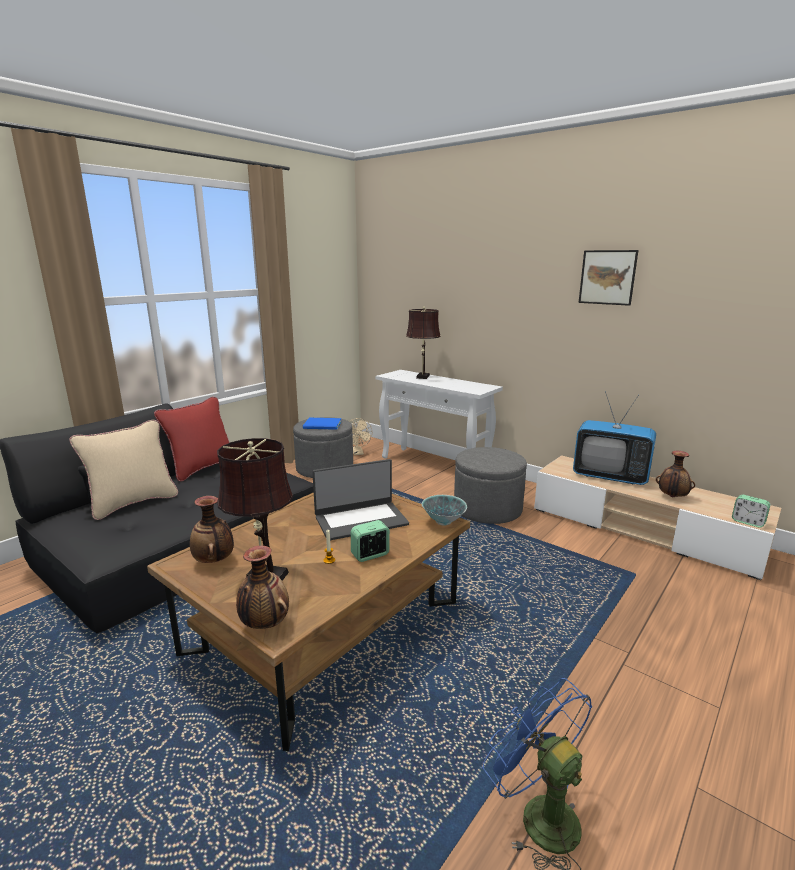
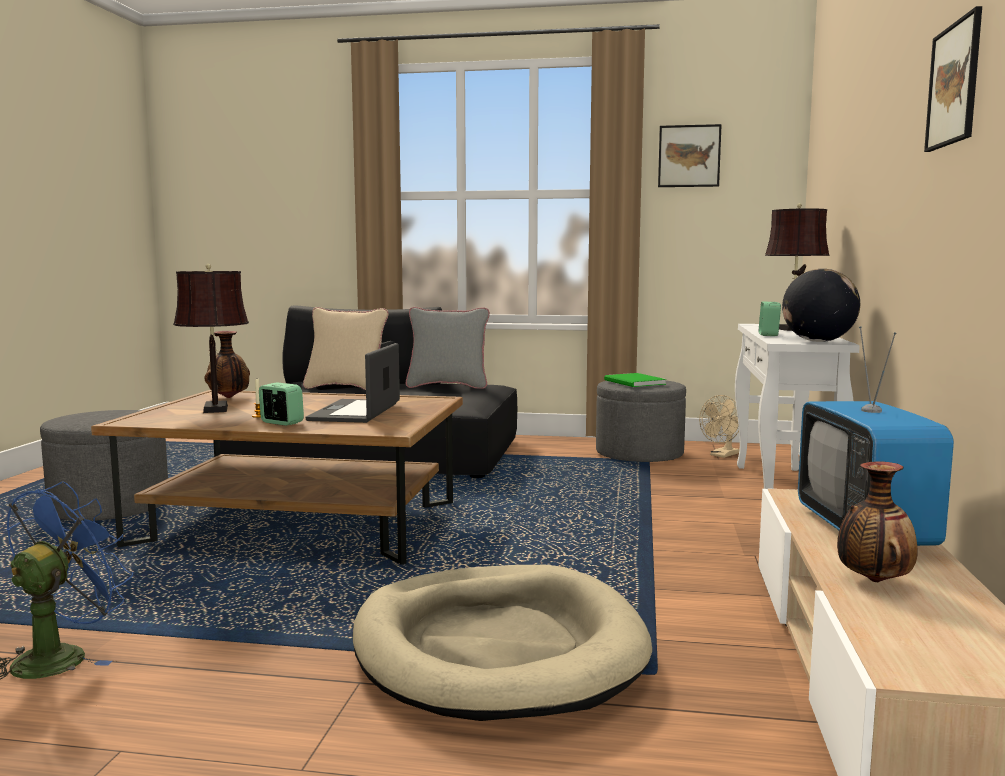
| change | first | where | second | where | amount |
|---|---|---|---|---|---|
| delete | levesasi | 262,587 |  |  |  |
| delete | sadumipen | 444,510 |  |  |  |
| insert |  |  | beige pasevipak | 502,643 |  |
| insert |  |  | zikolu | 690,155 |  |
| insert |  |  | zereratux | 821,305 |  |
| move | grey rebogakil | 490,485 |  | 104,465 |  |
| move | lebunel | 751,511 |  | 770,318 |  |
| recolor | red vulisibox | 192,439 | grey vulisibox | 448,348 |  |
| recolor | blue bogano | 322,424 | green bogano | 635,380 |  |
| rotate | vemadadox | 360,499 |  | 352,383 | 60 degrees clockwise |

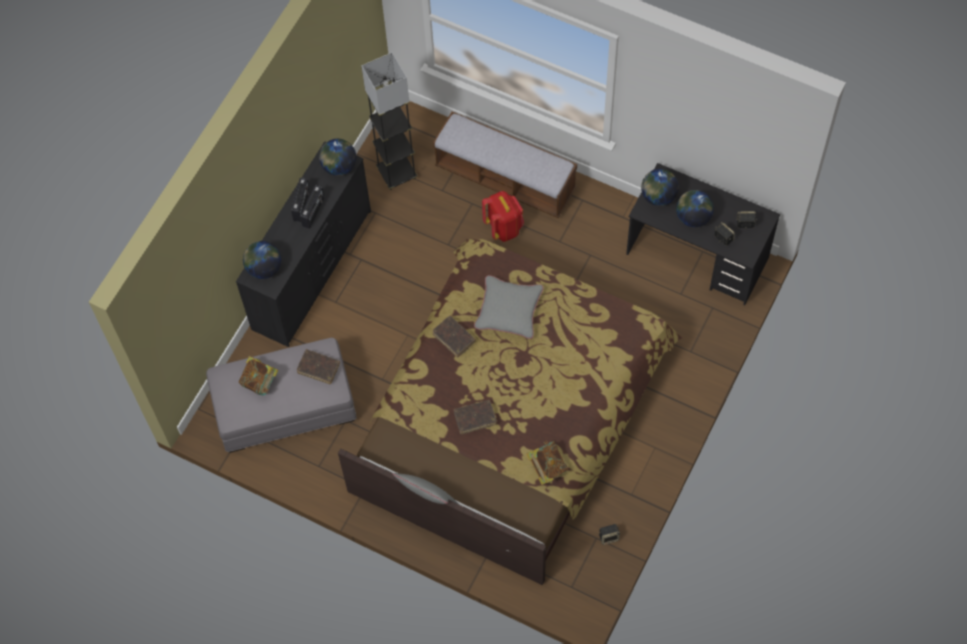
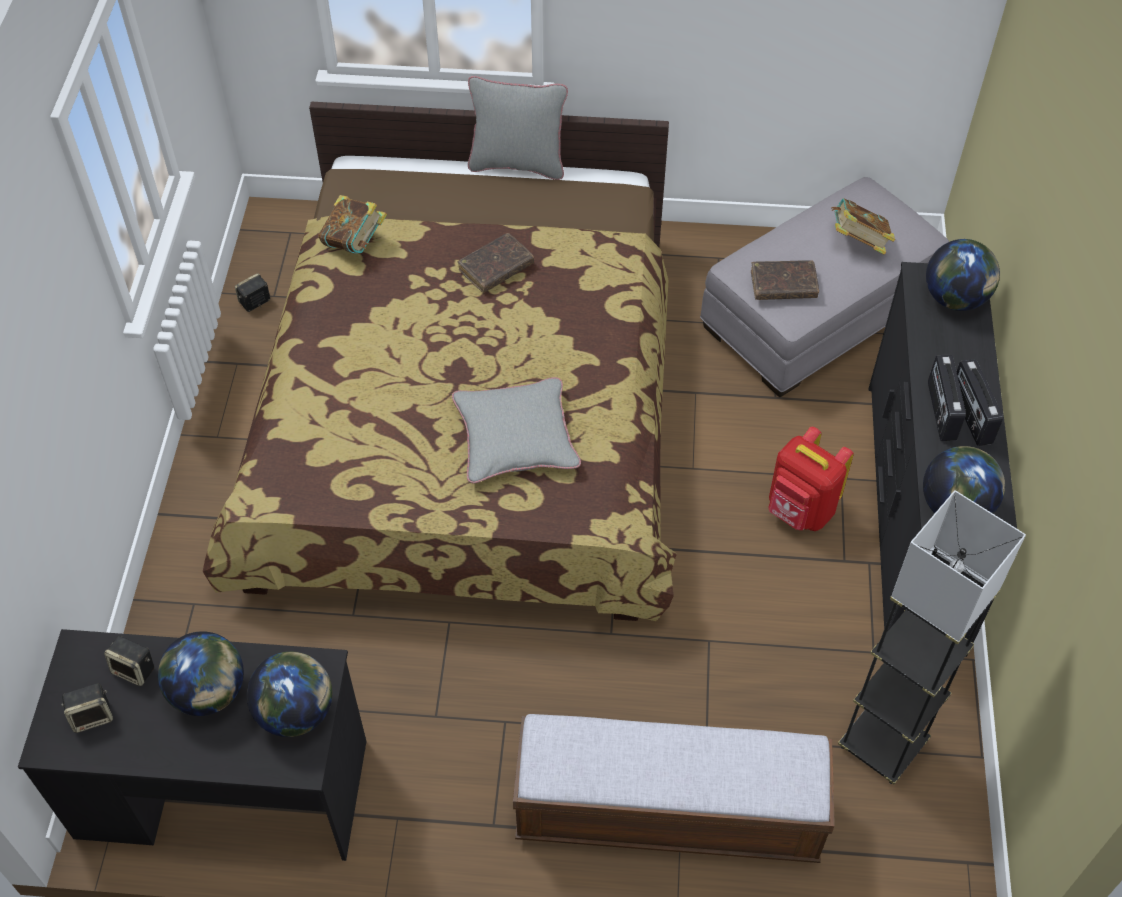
| change | first | where | second | where | amount |
|---|---|---|---|---|---|
| delete | brown bogano | 454,336 |  |  |  |
| move | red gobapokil | 503,216 |  | 811,479 |  |

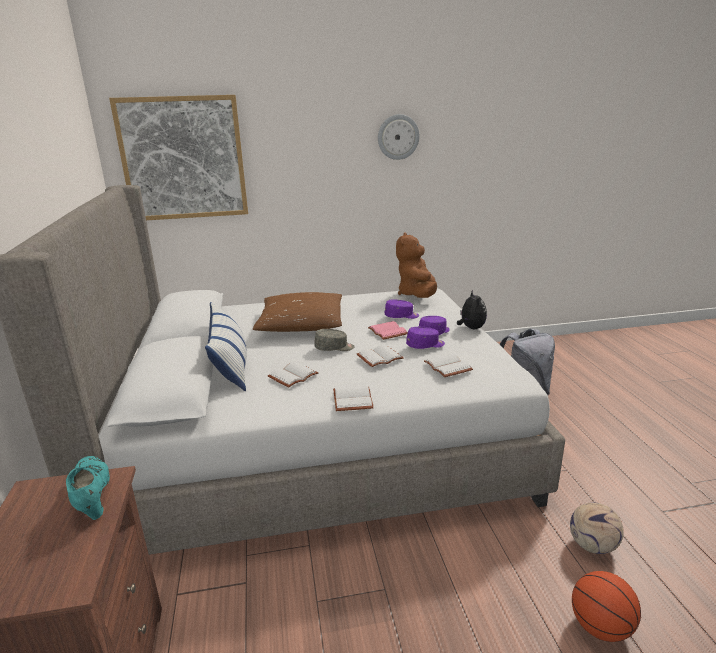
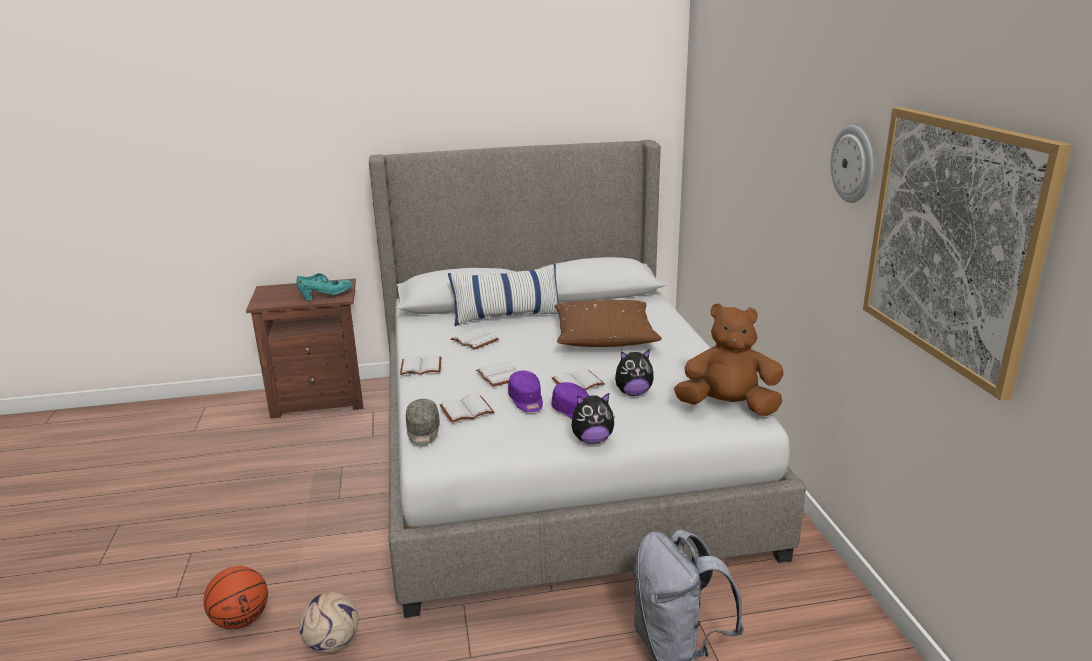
| change | first | where | second | where | amount |
|---|---|---|---|---|---|
| move | zikolu | 178,157 |  | 967,253 |  |
| move | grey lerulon | 334,340 |  | 423,422 |  |
| replace | purple lerulon | 402,309 | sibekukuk | 634,372 |  |
| recolor | pink bogano | 388,330 | white bogano | 578,379 |  |

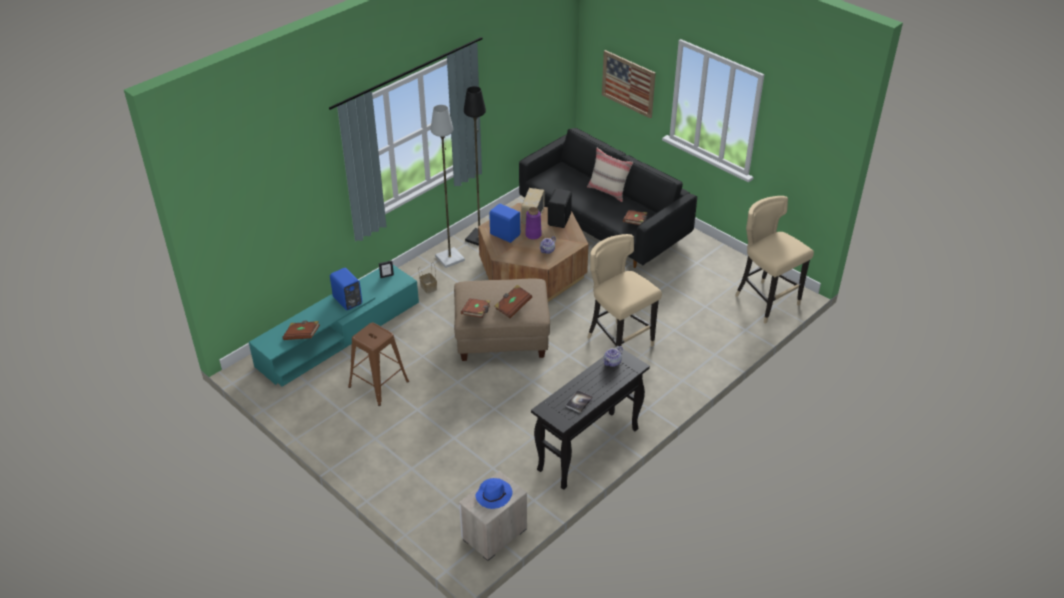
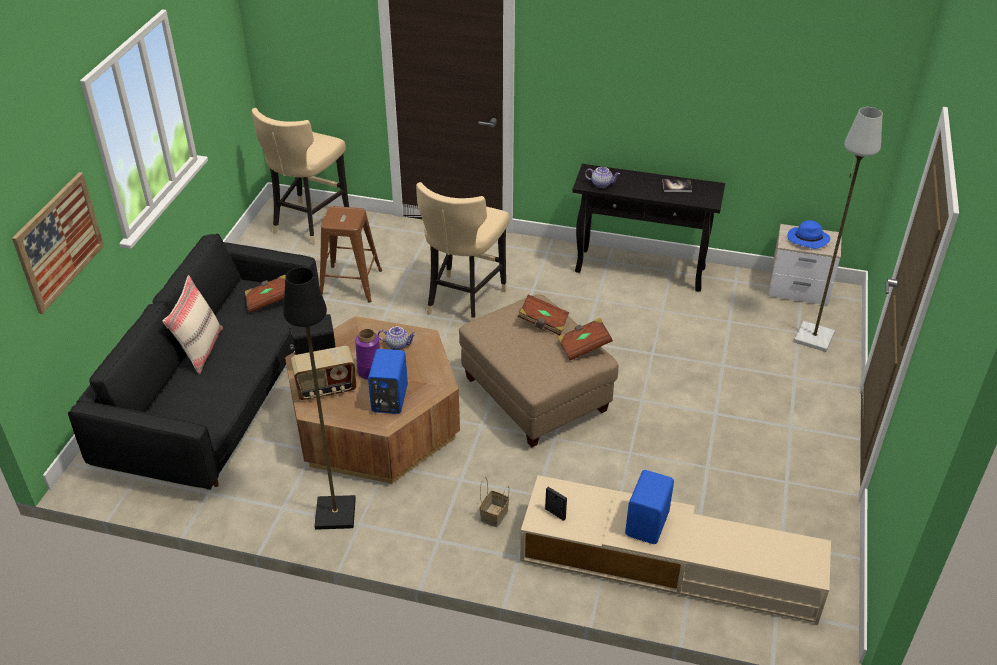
| change | first | where | second | where | amount |
|---|---|---|---|---|---|
| delete | brown bogano | 301,330 |  |  |  |
| move | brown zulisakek | 378,364 |  | 351,254 |  |
| move | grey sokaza | 448,186 |  | 838,229 |  |
| recolor | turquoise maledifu | 334,326 | beige maledifu | 675,550 |  |

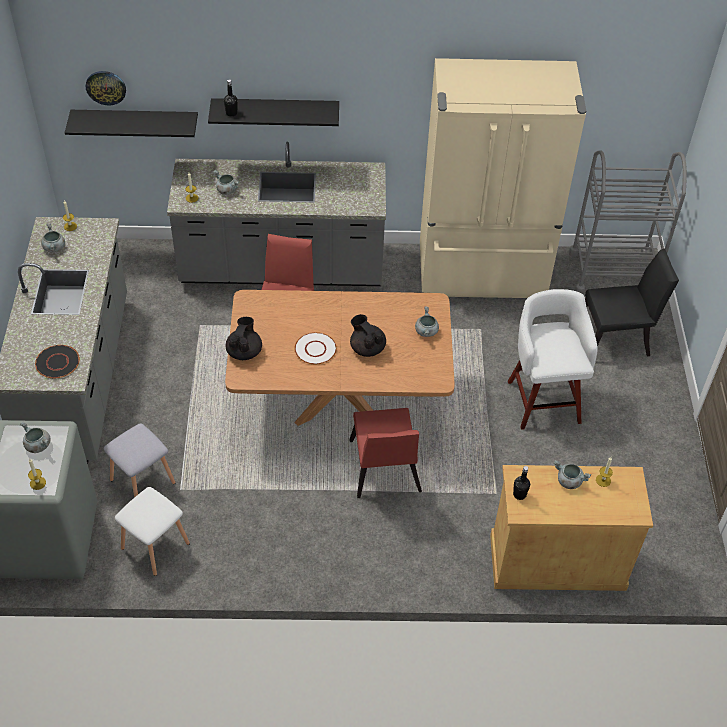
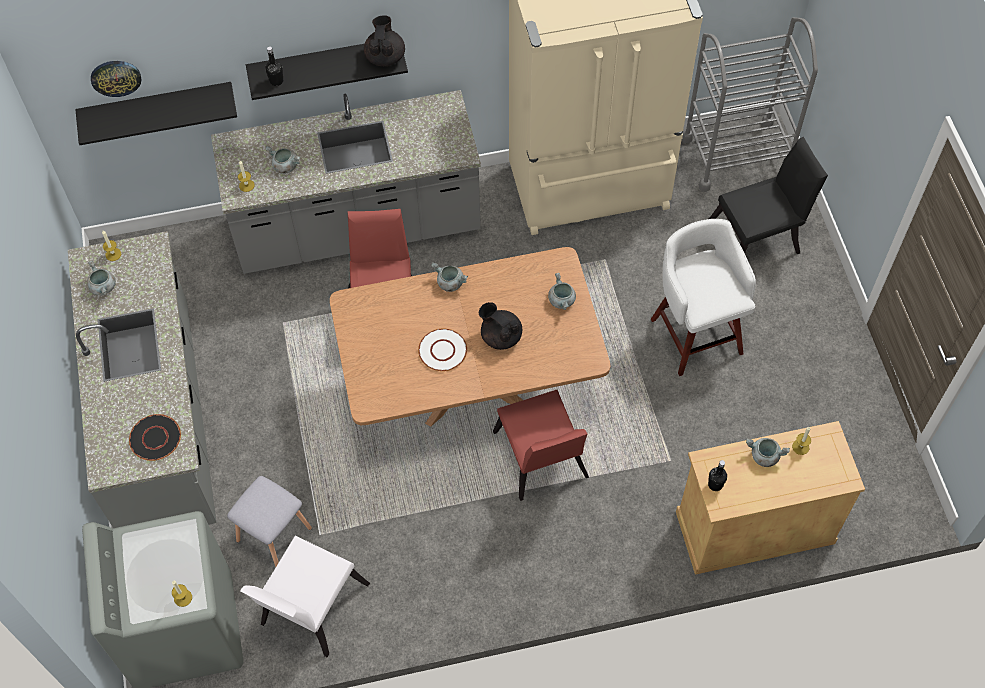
| change | first | where | second | where | amount |
|---|---|---|---|---|---|
| move | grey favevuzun | 35,437 |  | 449,277 |  |
| move | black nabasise | 244,338 |  | 384,40 |  |
| replace | white zulisakek | 152,531 | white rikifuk | 305,596 |  |

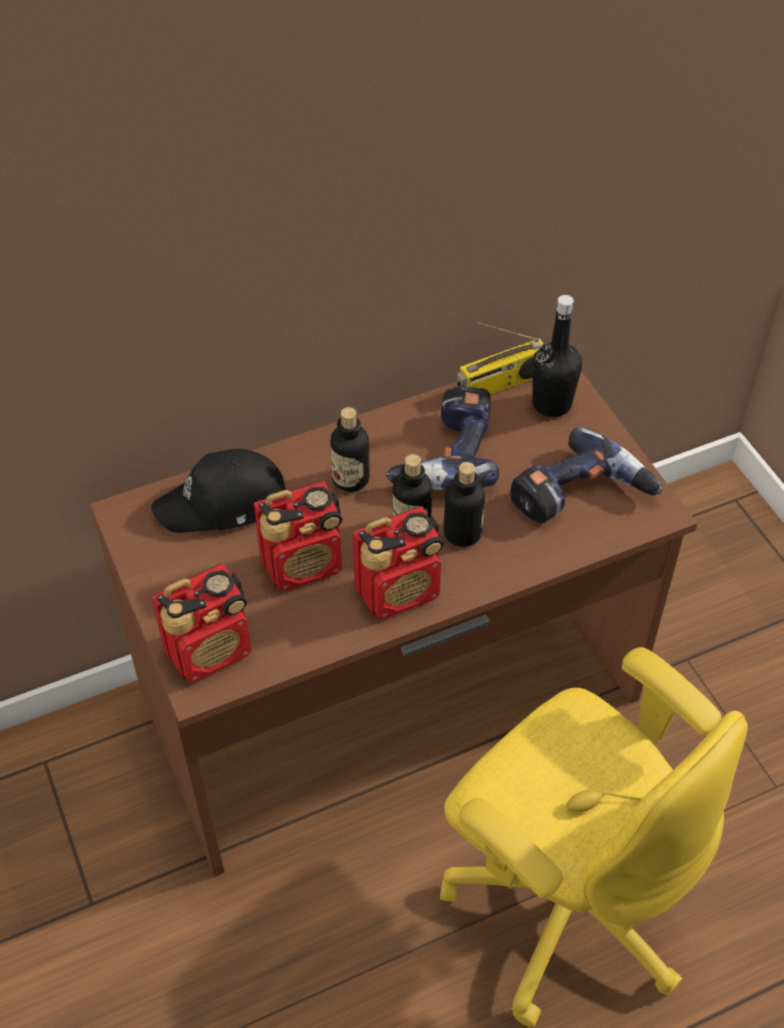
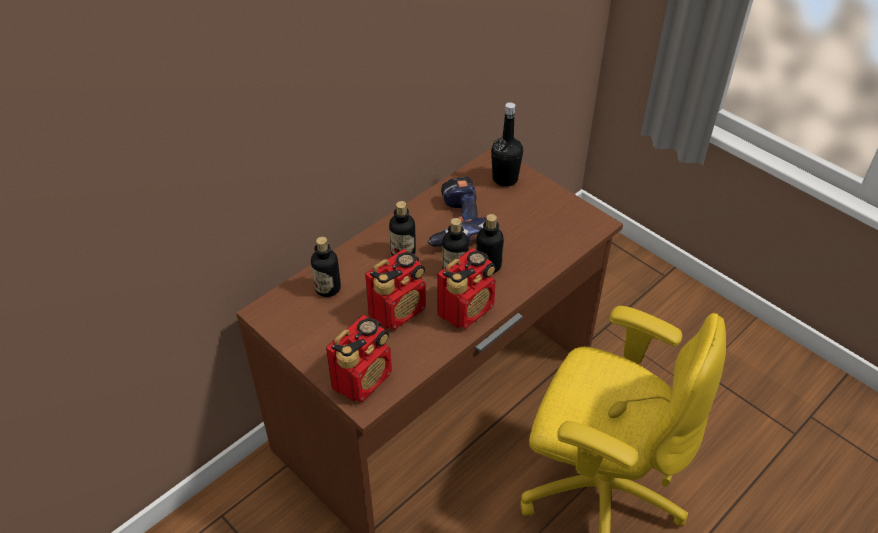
| change | first | where | second | where | amount |
|---|---|---|---|---|---|
| delete | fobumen | 500,358 |  |  |  |
| delete | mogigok | 586,474 |  |  |  |
| replace | black lerulon | 218,491 | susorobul | 326,267 |  |

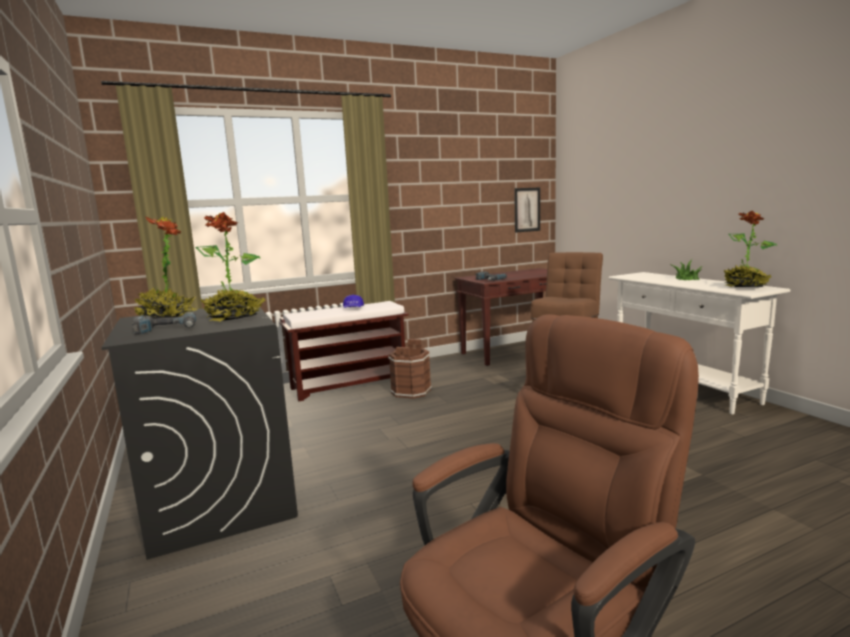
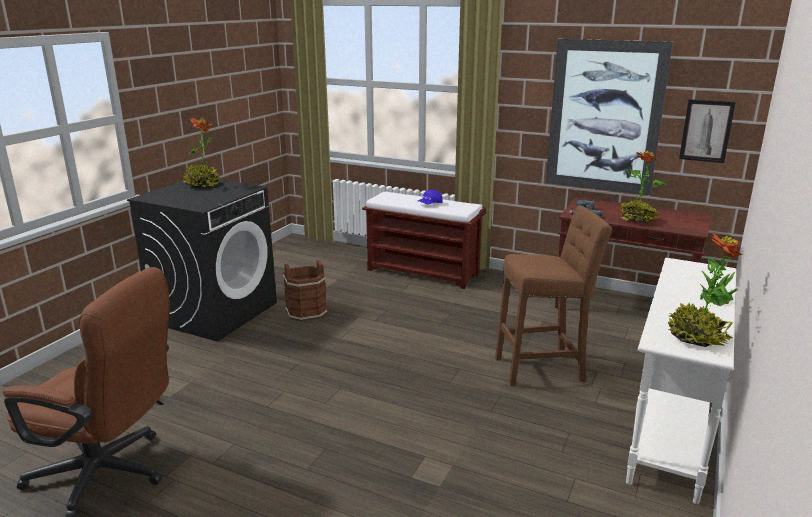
| change | first | where | second | where | amount |
|---|---|---|---|---|---|
| delete | mogigok | 164,323 |  |  |  |
| insert |  |  | zikolu | 609,117 |  |
| move | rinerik | 230,267 |  | 643,187 |  |
| move | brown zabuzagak | 410,369 |  | 305,291 |  |

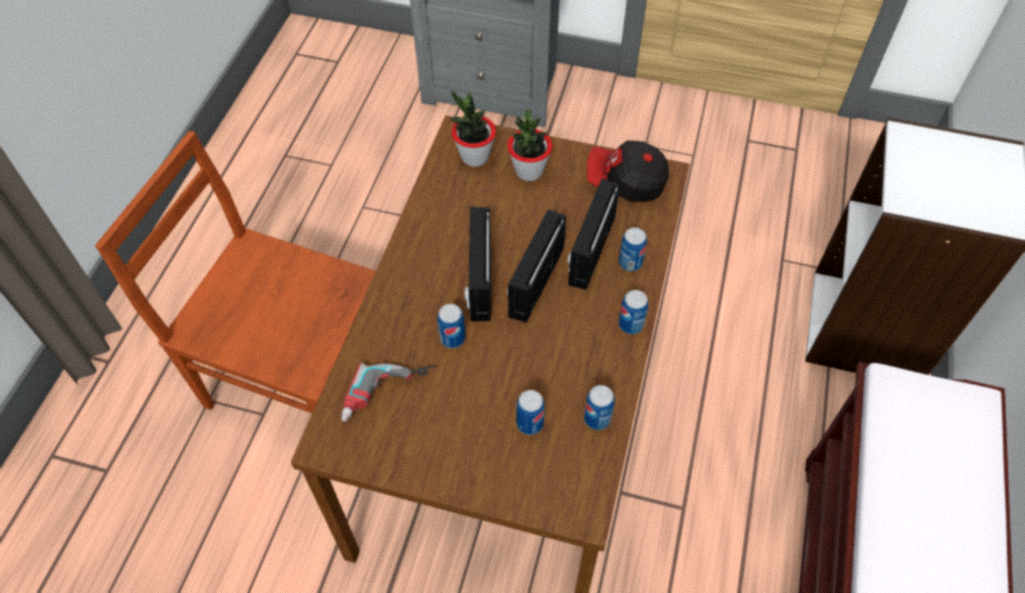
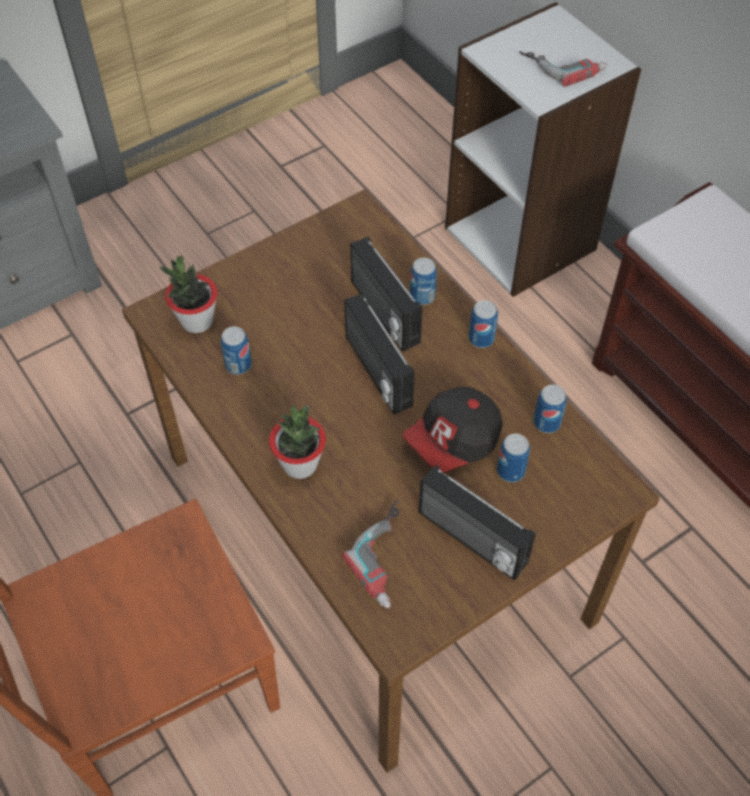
| change | first | where | second | where | amount |
|---|---|---|---|---|---|
| insert |  |  | mogigok | 563,69 |  |
| move | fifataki | 451,326 |  | 236,350 |  |
| move | fobumen | 478,264 |  | 477,523 |  |
| move | rinerik | 530,145 |  | 297,442 |  |
| move | lerulon | 628,171 |  | 452,430 |  |

